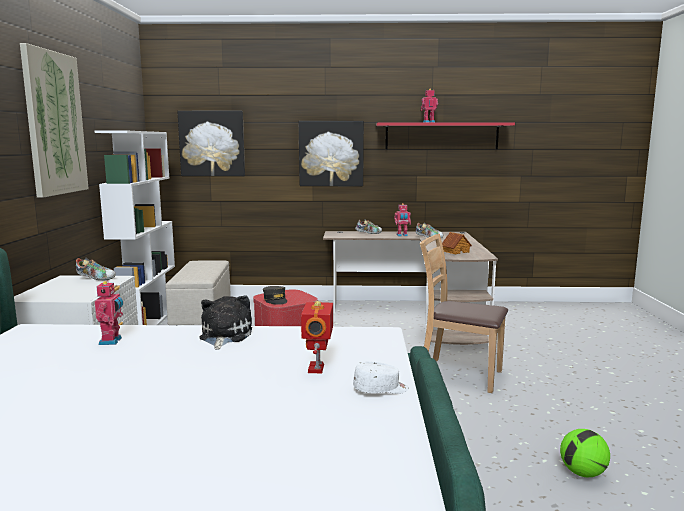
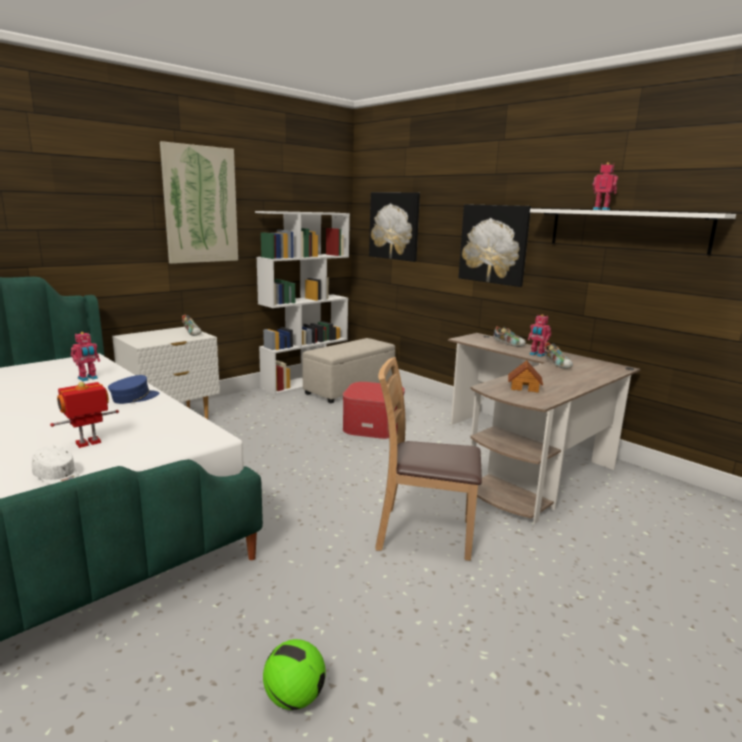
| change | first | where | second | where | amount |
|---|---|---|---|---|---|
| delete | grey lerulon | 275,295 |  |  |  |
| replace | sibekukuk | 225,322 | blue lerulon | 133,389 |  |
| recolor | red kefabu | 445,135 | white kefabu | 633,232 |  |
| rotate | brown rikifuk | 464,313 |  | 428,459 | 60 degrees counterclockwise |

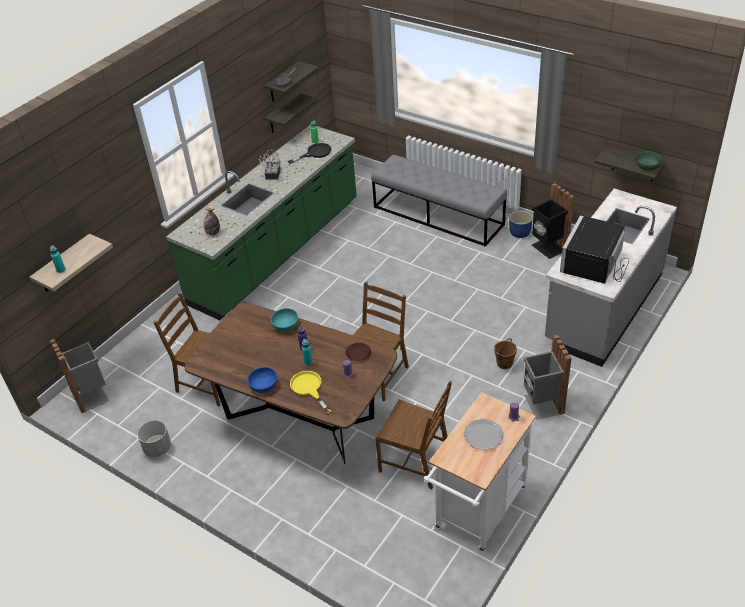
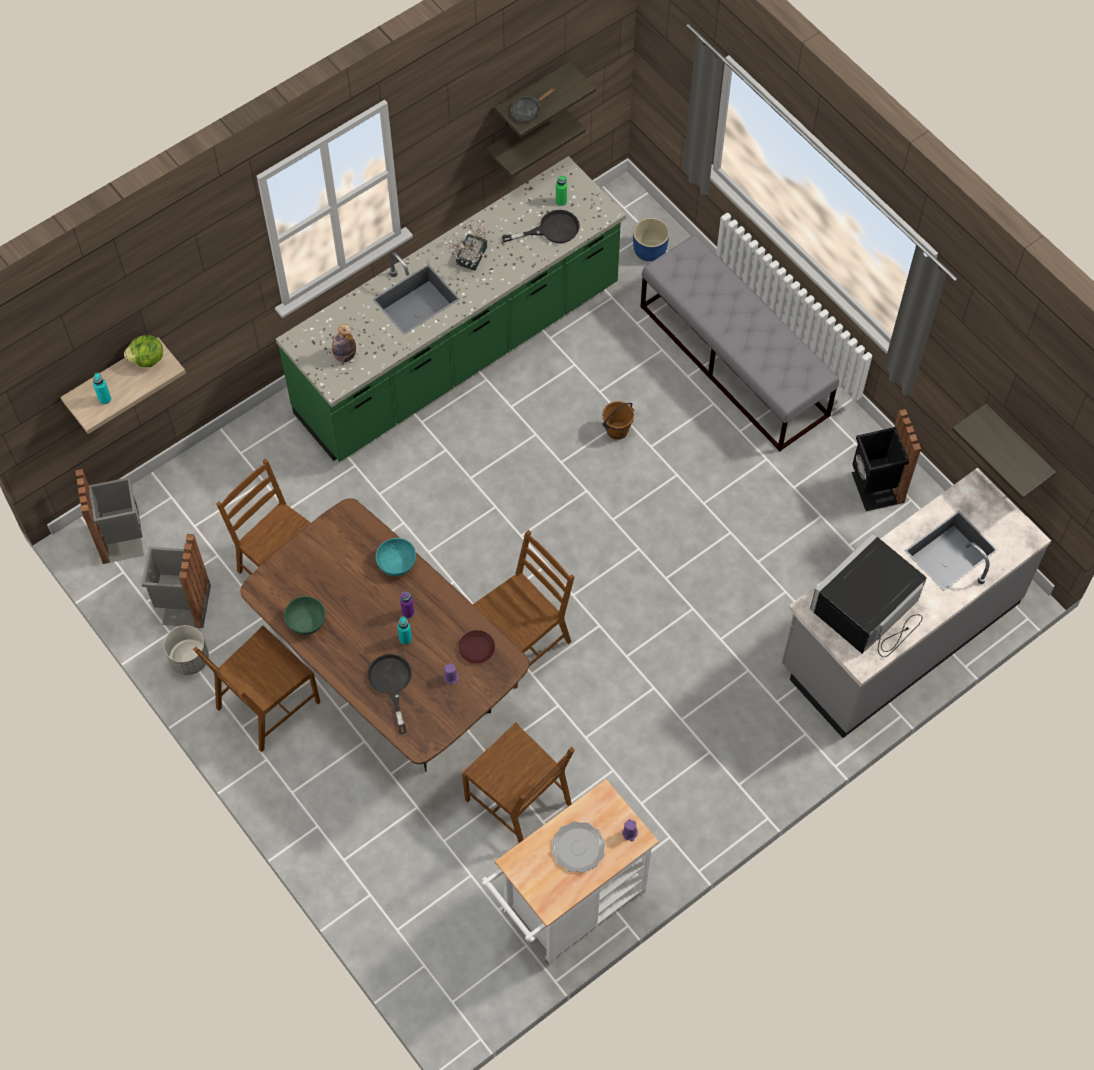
| change | first | where | second | where | amount |
|---|---|---|---|---|---|
| delete | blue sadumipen | 262,380 |  |  |  |
| insert |  |  | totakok | 143,351 |  |
| insert |  |  | brown rikifuk | 256,688 |  |
| move | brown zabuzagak | 505,353 |  | 618,420 |  |
| move | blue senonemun | 521,224 |  | 651,240 |  |
| move | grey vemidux | 547,377 |  | 176,581 |  |
| move | green sadumipen | 649,161 |  | 304,615 |  |
| recolor | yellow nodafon | 310,392 | black nodafon | 389,694 |  |

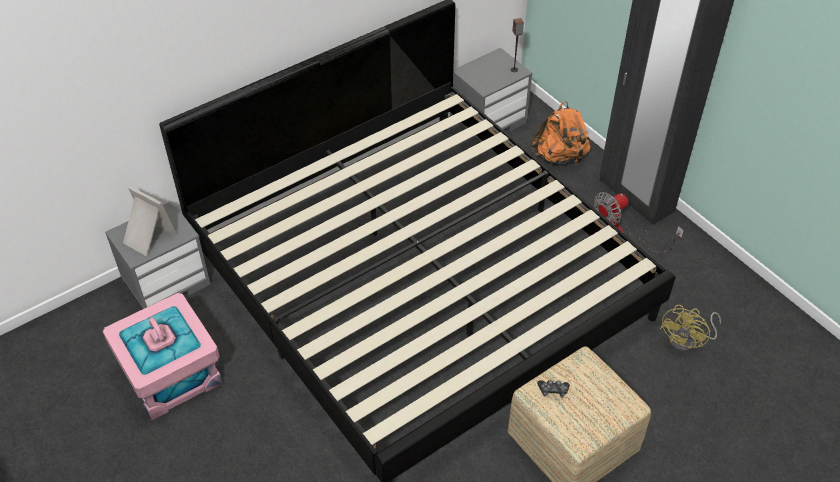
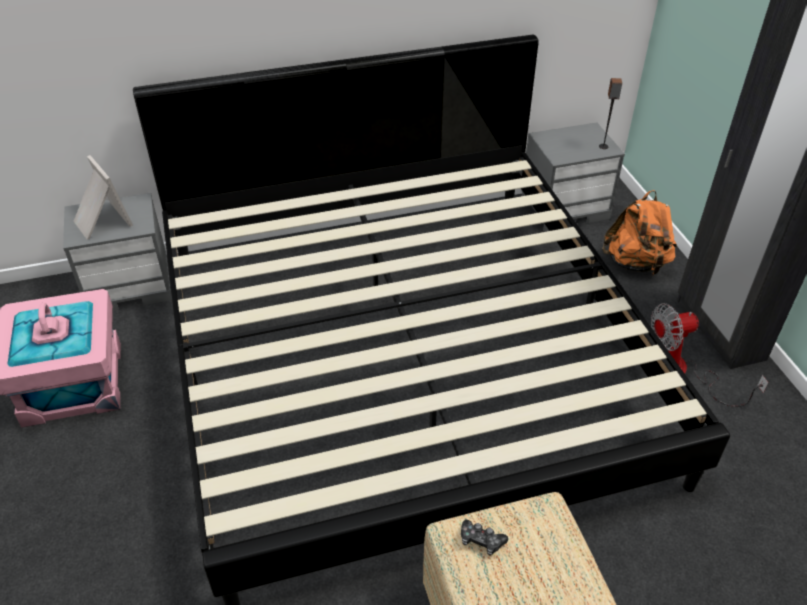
| change | first | where | second | where | amount |
|---|---|---|---|---|---|
| delete | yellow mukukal | 690,328 |  |  |  |

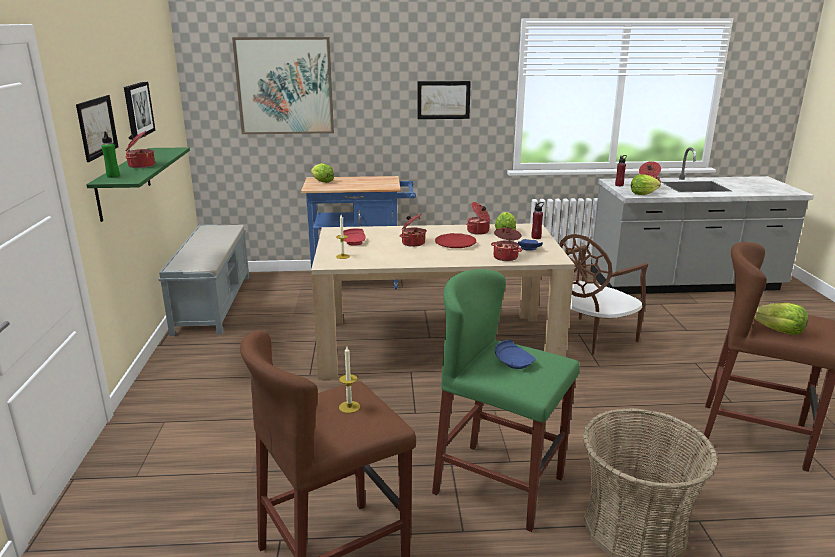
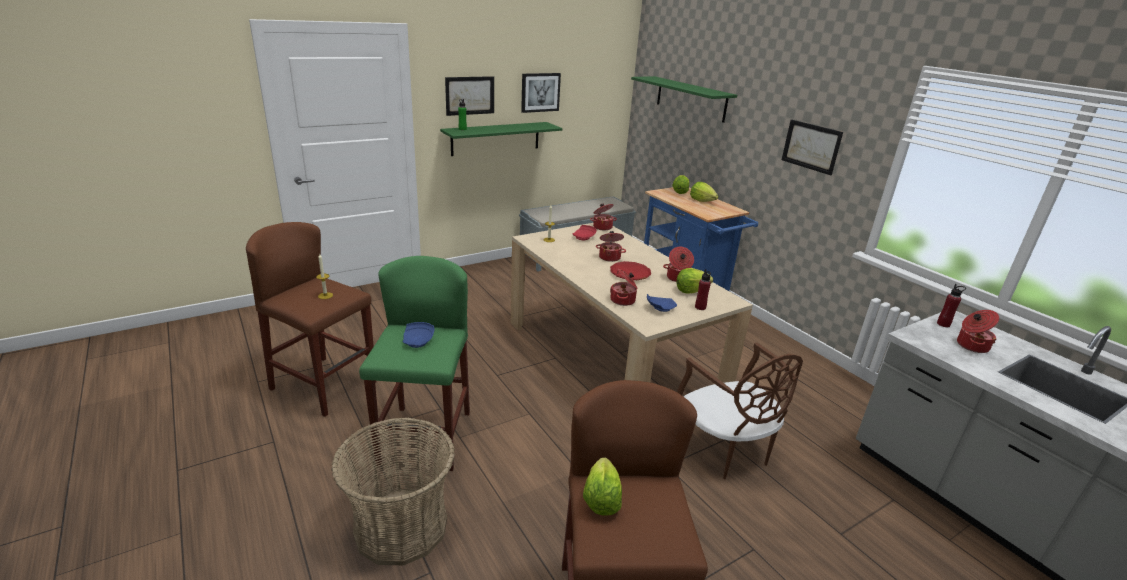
| change | first | where | second | where | amount |
|---|---|---|---|---|---|
| move | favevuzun | 140,149 |  | 603,217 |  |
| move | totakok | 646,185 |  | 704,192 |  |
| replace | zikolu | 283,85 | green kefabu | 684,99 |  |
| rotate | brown rikifuk | 603,294 |  | 740,411 | 135 degrees counterclockwise |

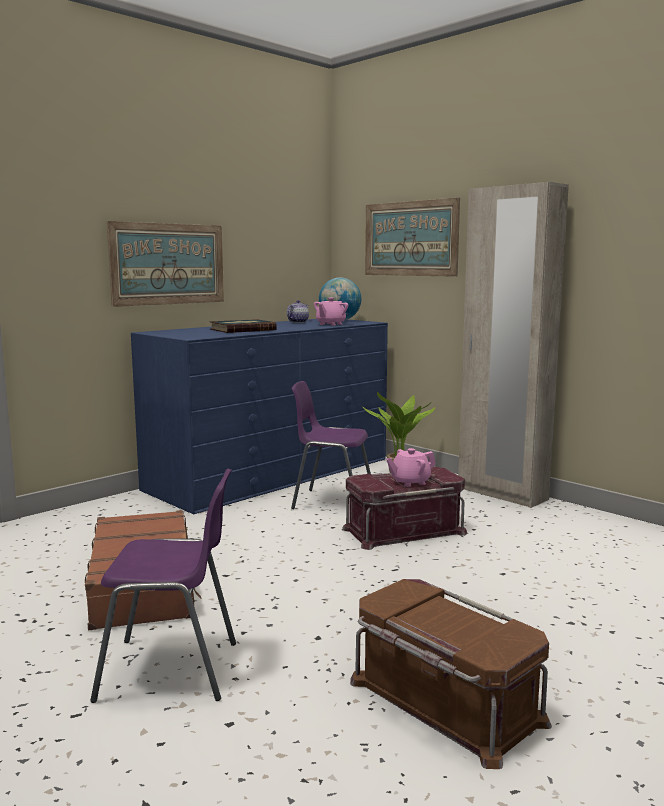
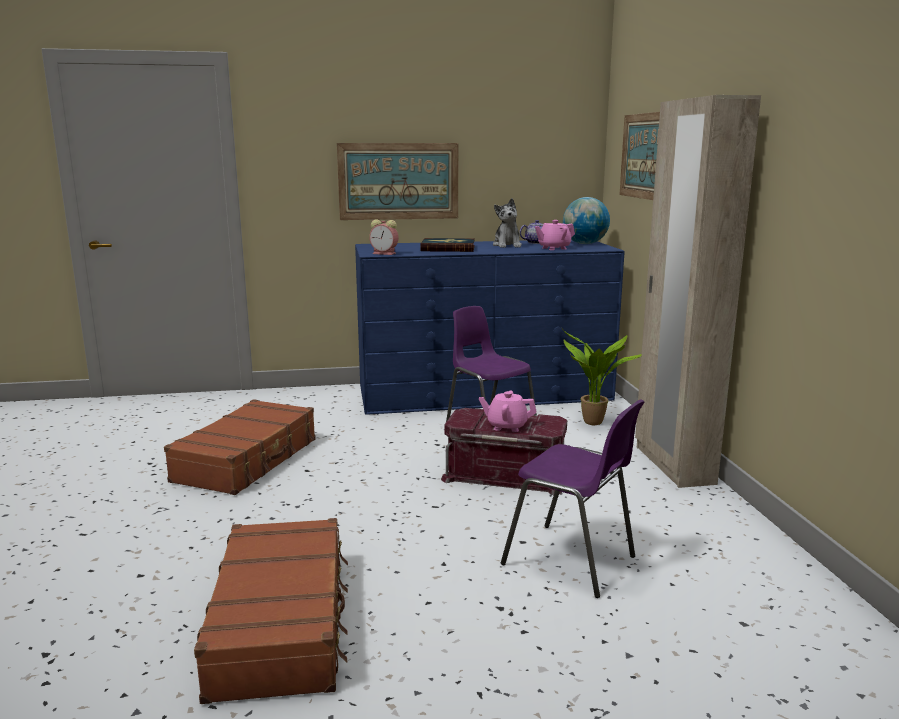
| change | first | where | second | where | amount |
|---|---|---|---|---|---|
| insert |  |  | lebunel | 384,237 |  |
| insert |  |  | sibekukuk | 507,223 |  |
| move | purple rikifuk | 163,586 |  | 573,498 |  |
| replace | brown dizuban | 451,674 | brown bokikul | 271,611 |  |

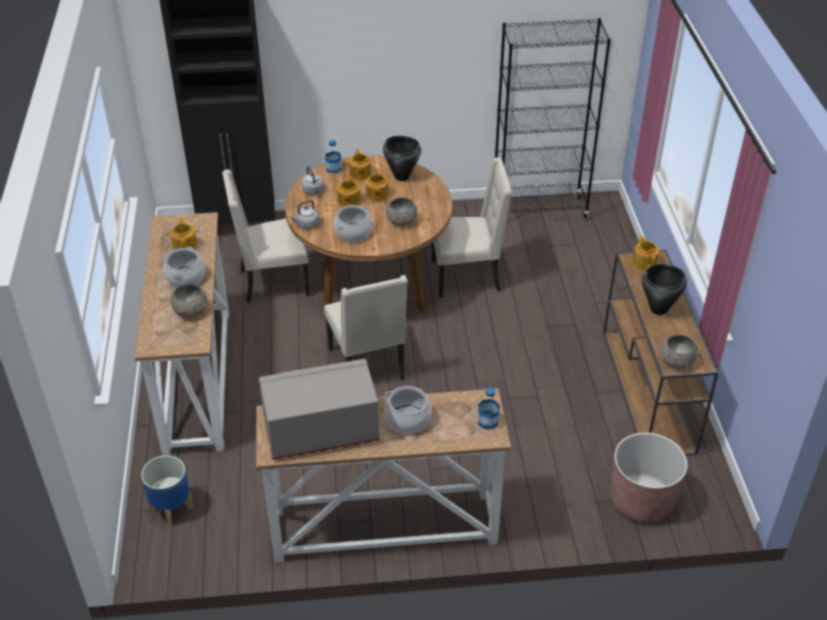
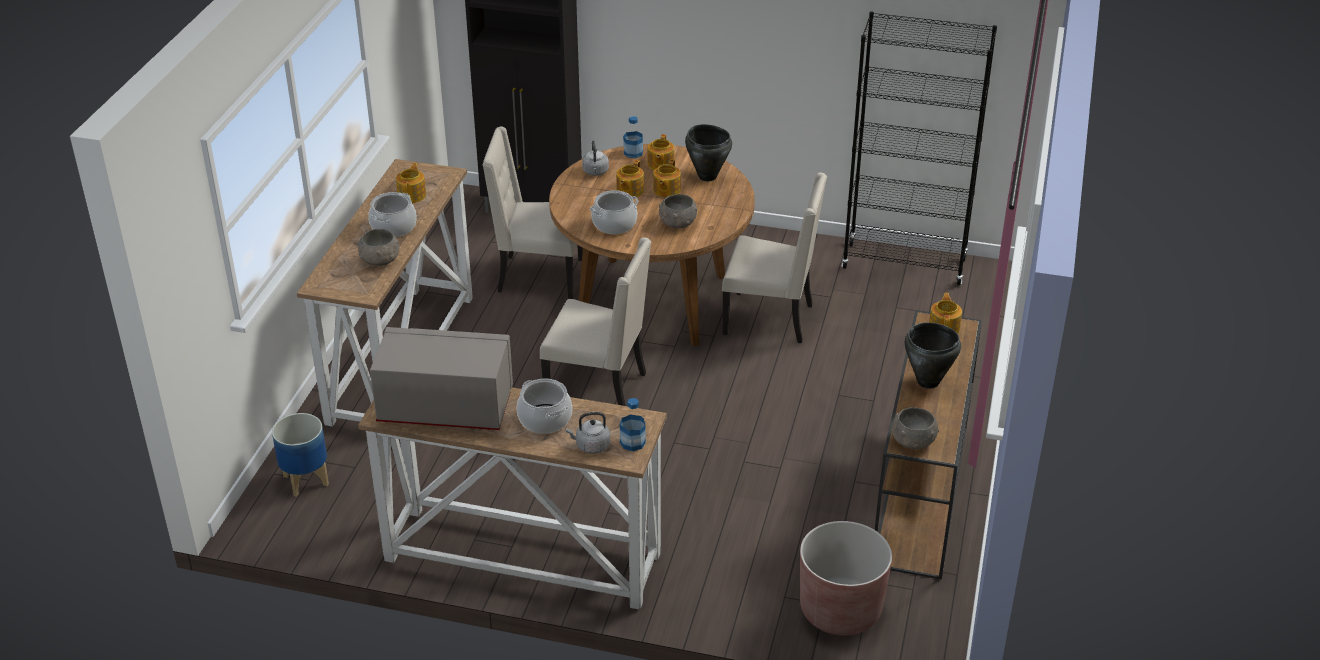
| change | first | where | second | where | amount |
|---|---|---|---|---|---|
| move | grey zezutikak | 304,214 |  | 587,433 |  |
| rotate | beige rikifuk | 366,328 |  | 595,321 | 75 degrees counterclockwise |

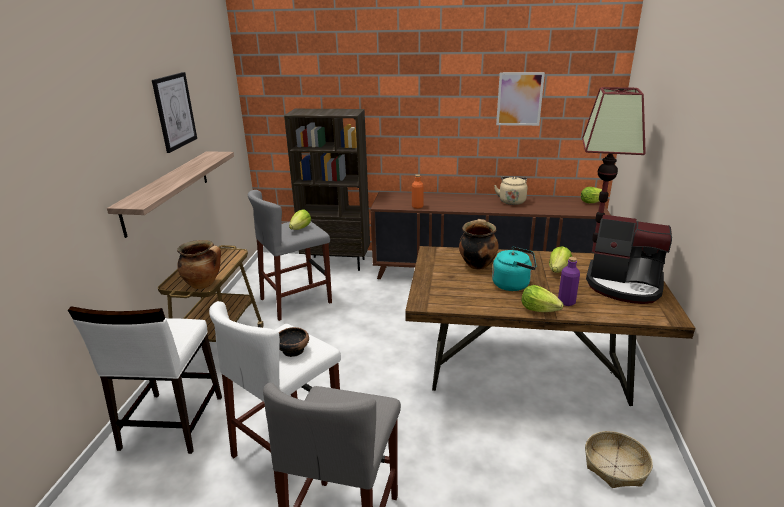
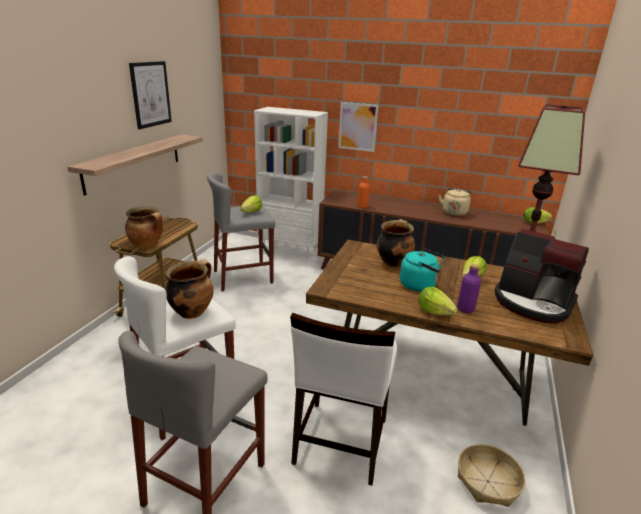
| change | first | where | second | where | amount |
|---|---|---|---|---|---|
| move | white rikifuk | 145,380 |  | 343,399 |  |
| move | zikolu | 520,99 |  | 358,127 |  |
| replace | sadumipen | 294,342 | favevuzun | 189,289 |  |
| recolor | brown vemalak | 327,190 | white vemalak | 291,183 |  |

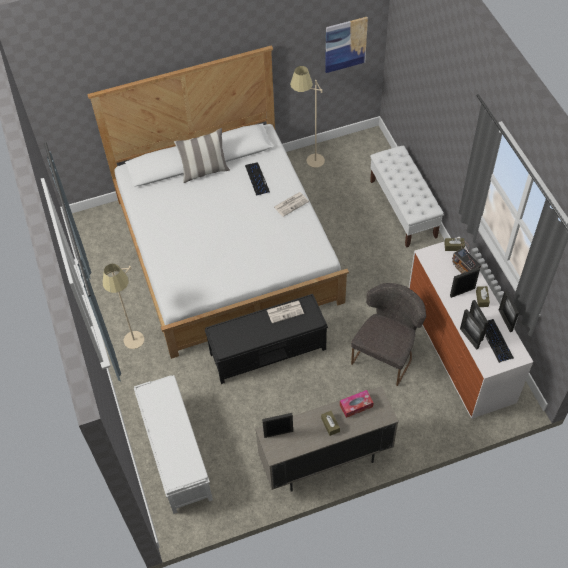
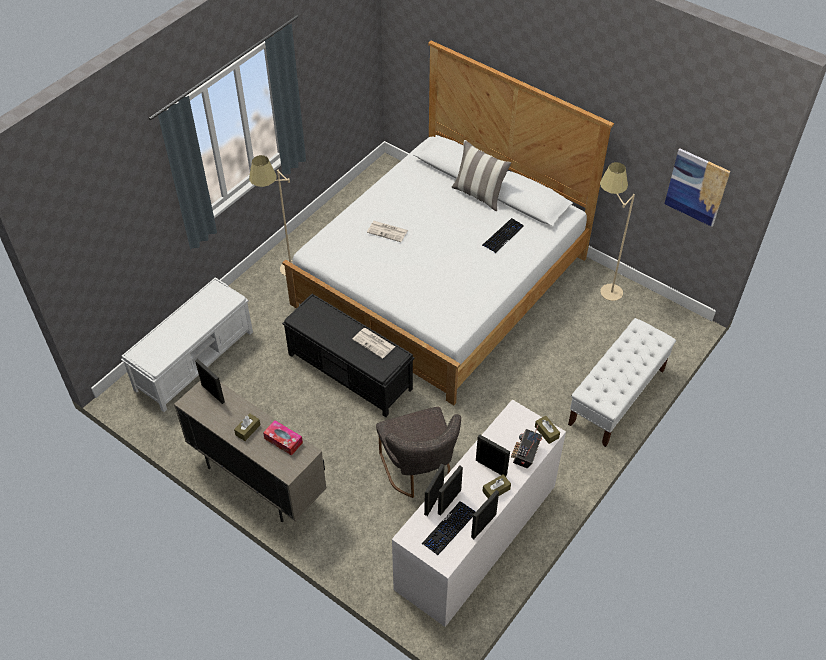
| change | first | where | second | where | amount |
|---|---|---|---|---|---|
| move | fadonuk | 291,204 |  | 387,231 |  |
| rotate | grey rikifuk | 388,334 |  | 418,452 | 75 degrees clockwise |

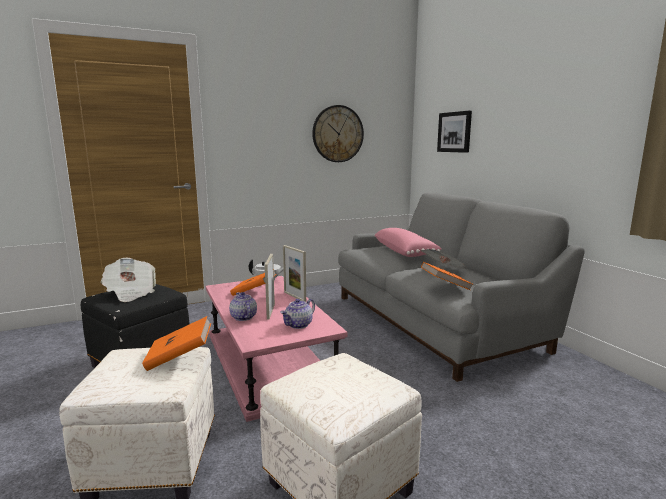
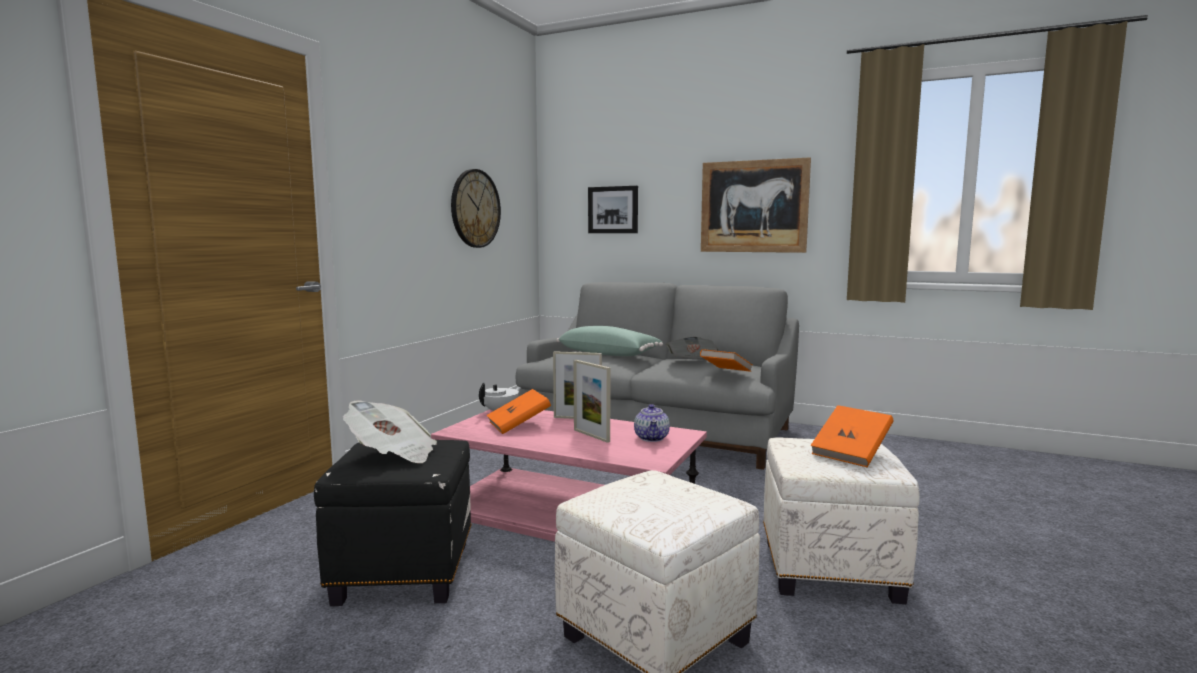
| change | first | where | second | where | amount |
|---|---|---|---|---|---|
| delete | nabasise | 243,306 |  |  |  |
| insert |  |  | zikolu | 756,205 |  |
| move | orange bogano | 176,343 |  | 851,436 |  |
| recolor | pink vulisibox | 408,242 | green vulisibox | 609,341 |  |

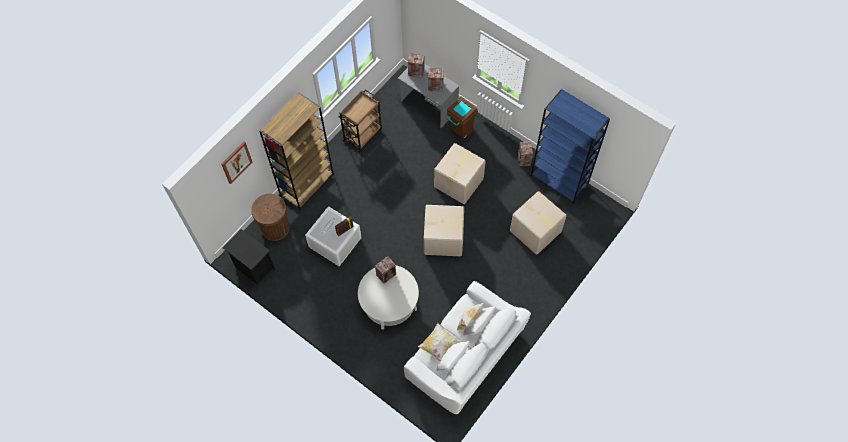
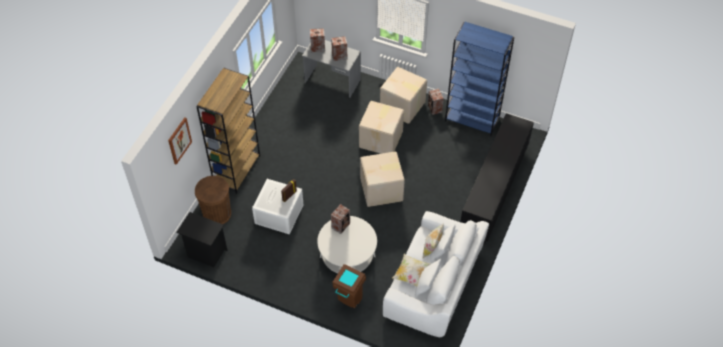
| change | first | where | second | where | amount |
|---|---|---|---|---|---|
| delete | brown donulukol | 360,121 |  |  |  |
| insert |  |  | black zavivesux | 497,179 |  |
| move | brown vemidux | 462,117 |  | 349,286 |  |
| move | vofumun | 538,223 |  | 403,95 |  |

